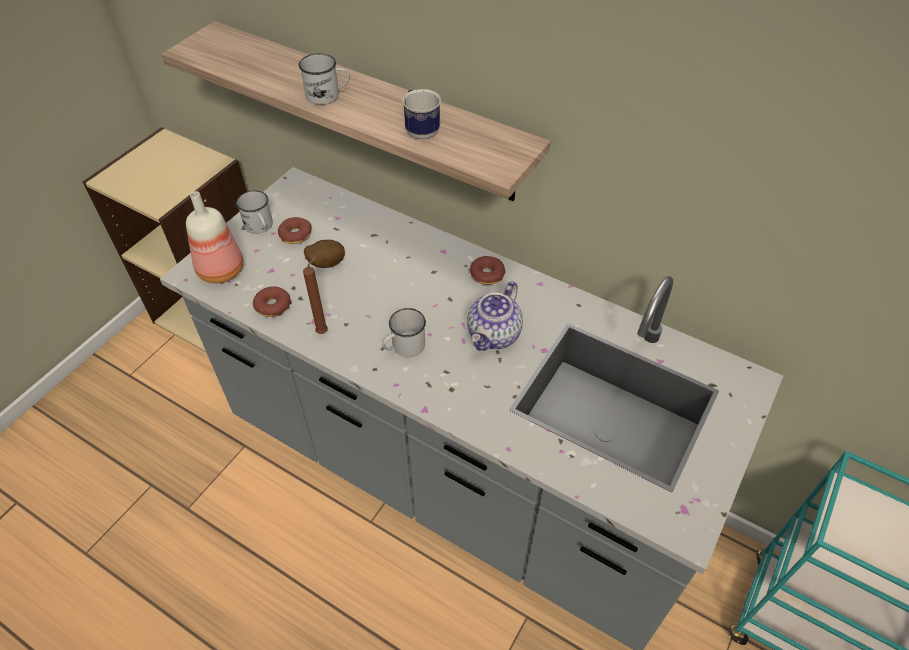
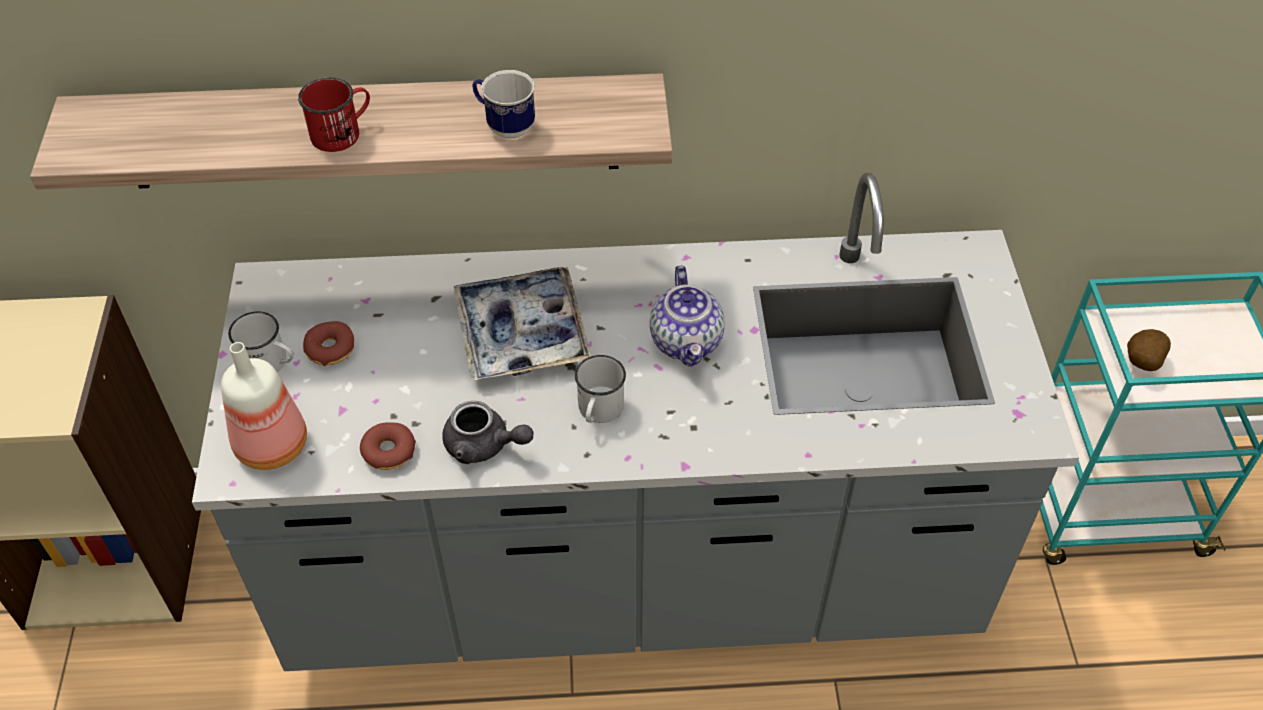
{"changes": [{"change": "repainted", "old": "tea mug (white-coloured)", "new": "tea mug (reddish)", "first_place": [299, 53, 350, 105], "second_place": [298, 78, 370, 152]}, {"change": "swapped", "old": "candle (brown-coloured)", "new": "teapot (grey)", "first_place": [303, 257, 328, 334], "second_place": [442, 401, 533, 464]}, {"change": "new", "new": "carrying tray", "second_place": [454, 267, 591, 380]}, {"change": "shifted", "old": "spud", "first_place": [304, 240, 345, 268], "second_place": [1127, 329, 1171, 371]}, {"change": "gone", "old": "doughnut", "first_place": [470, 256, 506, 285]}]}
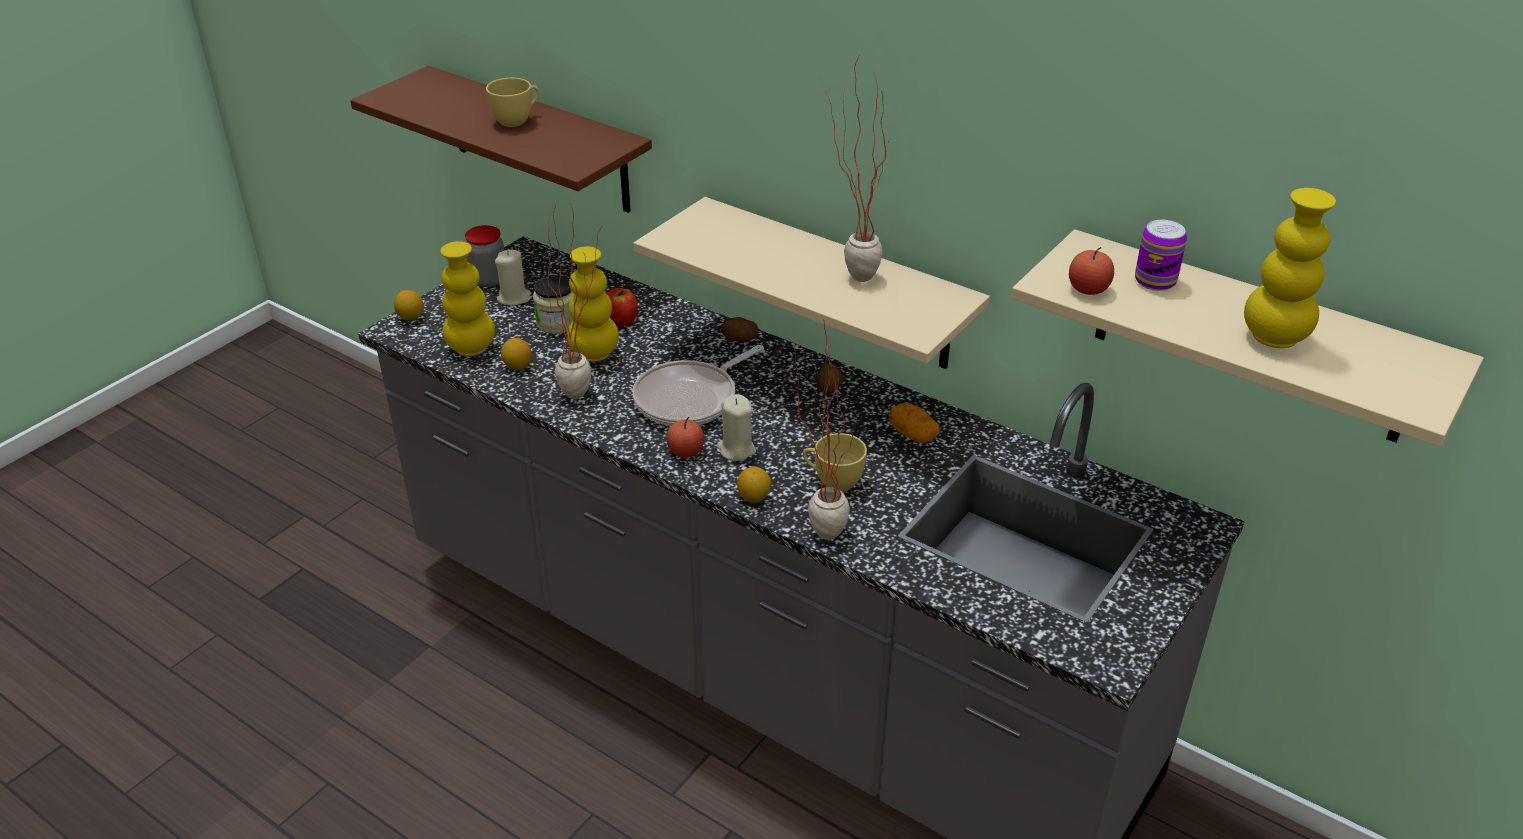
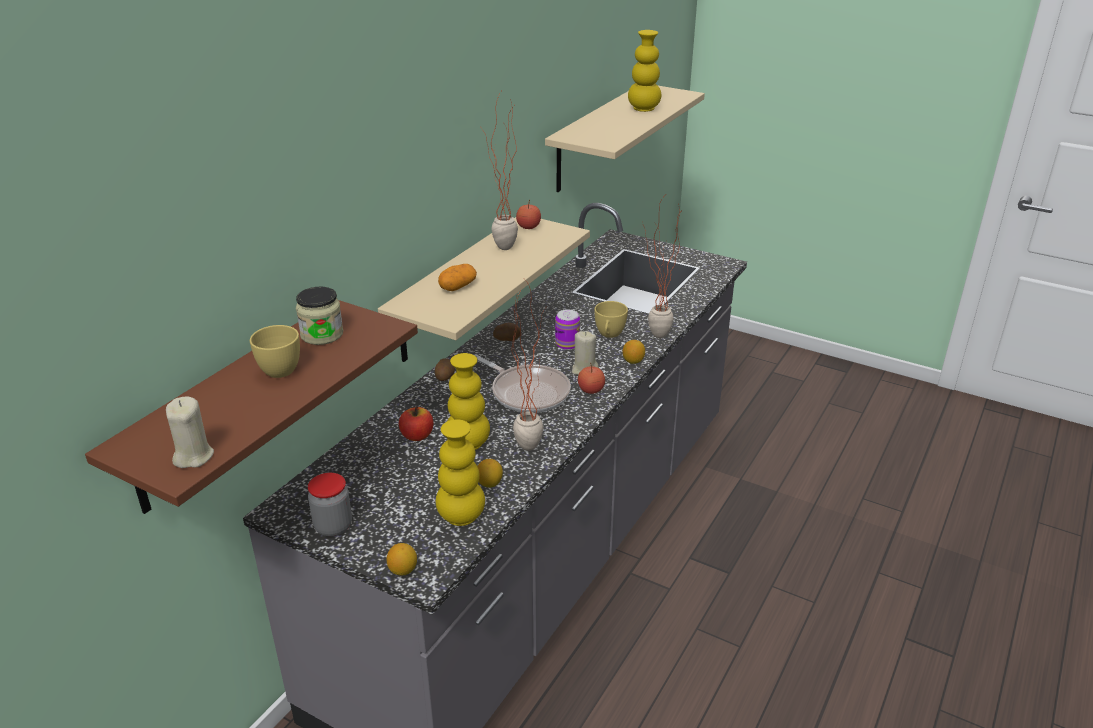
{"changes": [{"change": "shifted", "old": "candle (beige-coloured)", "first_place": [495, 250, 531, 306], "second_place": [166, 396, 214, 468]}, {"change": "shifted", "old": "preserve jar", "first_place": [533, 275, 573, 334], "second_place": [296, 287, 343, 345]}, {"change": "shifted", "old": "spud", "first_place": [889, 403, 940, 443], "second_place": [438, 264, 477, 291]}, {"change": "shifted", "old": "apple fruit", "first_place": [1069, 247, 1114, 295], "second_place": [516, 200, 541, 229]}, {"change": "shifted", "old": "can", "first_place": [1135, 220, 1187, 291], "second_place": [555, 309, 580, 350]}]}
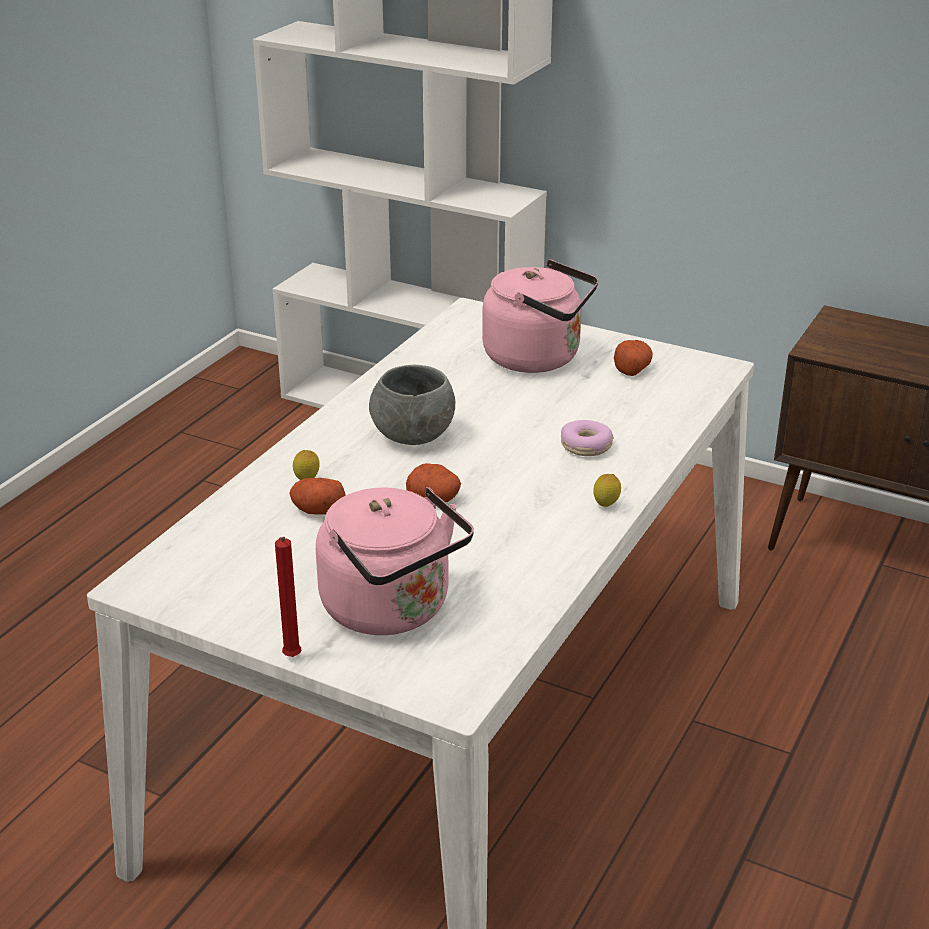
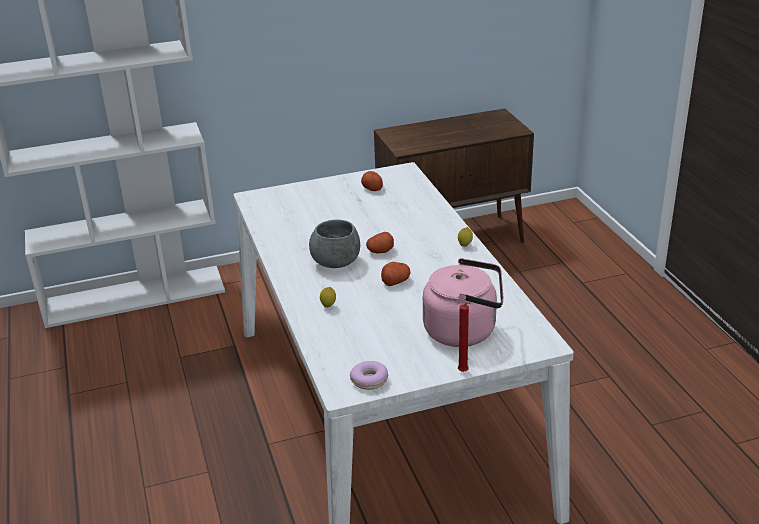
{"changes": [{"change": "shifted", "old": "doughnut", "first_place": [561, 420, 614, 456], "second_place": [350, 361, 388, 390]}, {"change": "shifted", "old": "spud", "first_place": [289, 478, 346, 515], "second_place": [366, 232, 394, 253]}, {"change": "gone", "old": "water kettle (pink)", "first_place": [482, 259, 598, 373]}]}
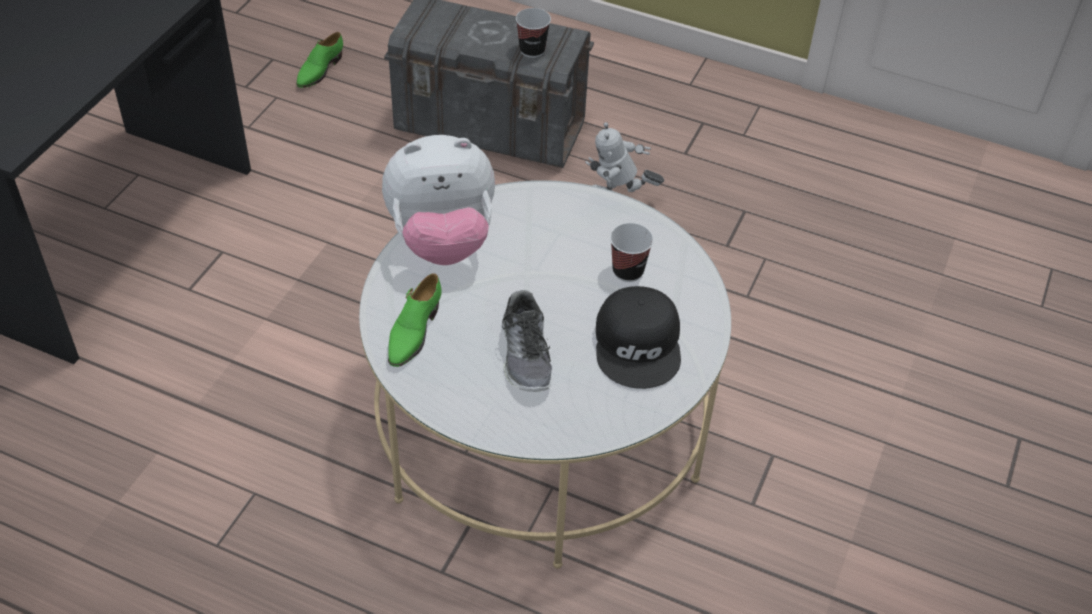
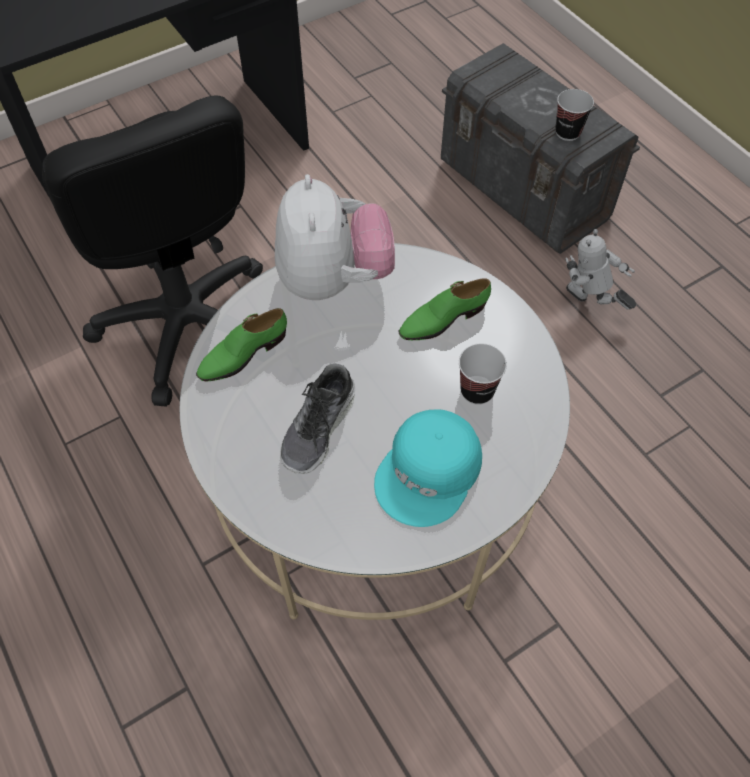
{"changes": [{"change": "new", "new": "computer chair (blackish)", "second_place": [42, 96, 263, 407]}, {"change": "rotated", "old": "plush toy", "first_place": [382, 135, 495, 265], "second_place": [275, 174, 395, 300], "degrees": -120}, {"change": "repainted", "old": "peaked cap (blackish)", "new": "peaked cap (turquoise-coloured)", "first_place": [596, 286, 681, 389], "second_place": [374, 409, 482, 527]}, {"change": "shifted", "old": "item of footwear (green)", "first_place": [296, 32, 343, 88], "second_place": [398, 278, 491, 340]}]}
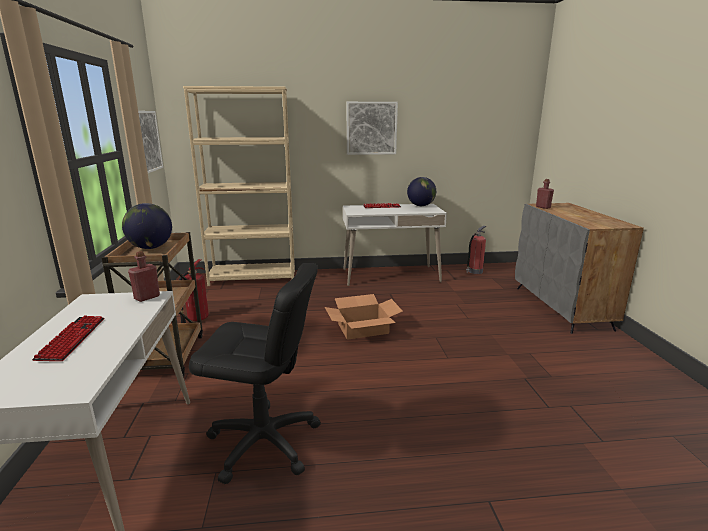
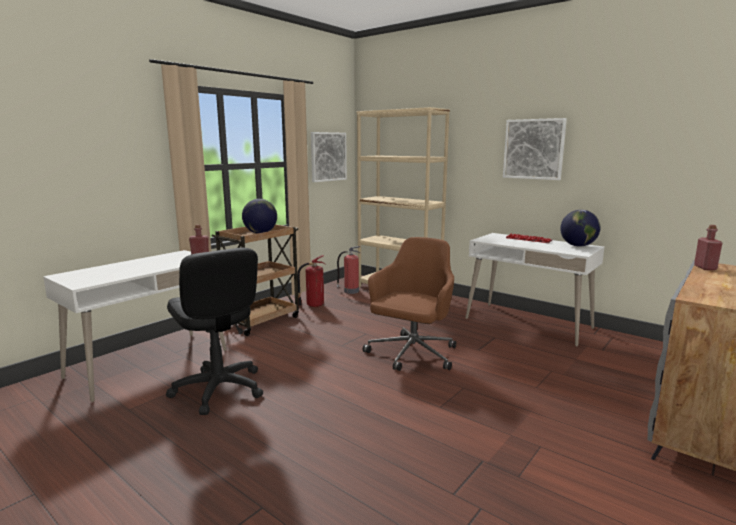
{"changes": [{"change": "shifted", "old": "extinguisher", "first_place": [466, 226, 486, 274], "second_place": [337, 246, 361, 294]}, {"change": "swapped", "old": "packing box", "new": "computer chair (brown-coloured)", "first_place": [325, 294, 403, 340], "second_place": [363, 237, 456, 371]}, {"change": "gone", "old": "PC keyboard", "first_place": [32, 315, 104, 361]}]}
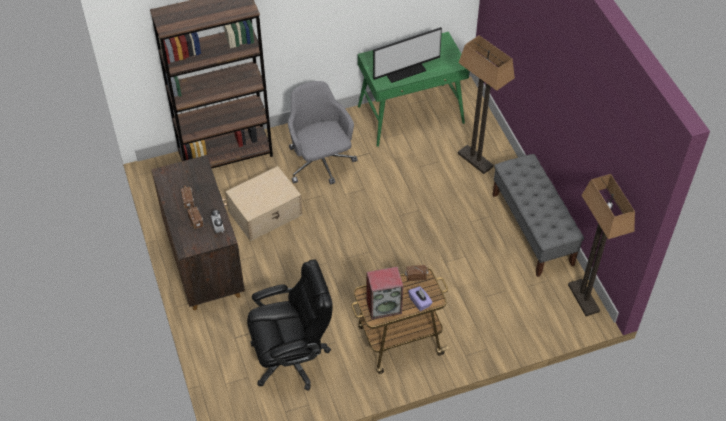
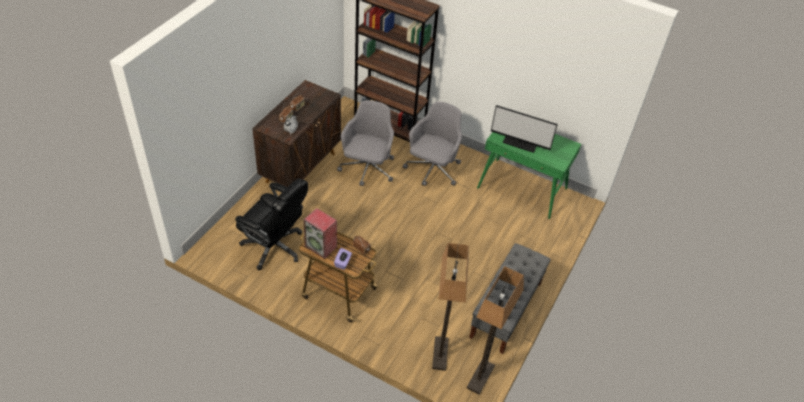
{"changes": [{"change": "swapped", "old": "storage container (beige-coloured)", "new": "computer chair (grey)", "first_place": [225, 166, 303, 241], "second_place": [337, 100, 394, 186]}, {"change": "shifted", "old": "floor lamp", "first_place": [458, 35, 515, 174], "second_place": [432, 243, 468, 371]}]}
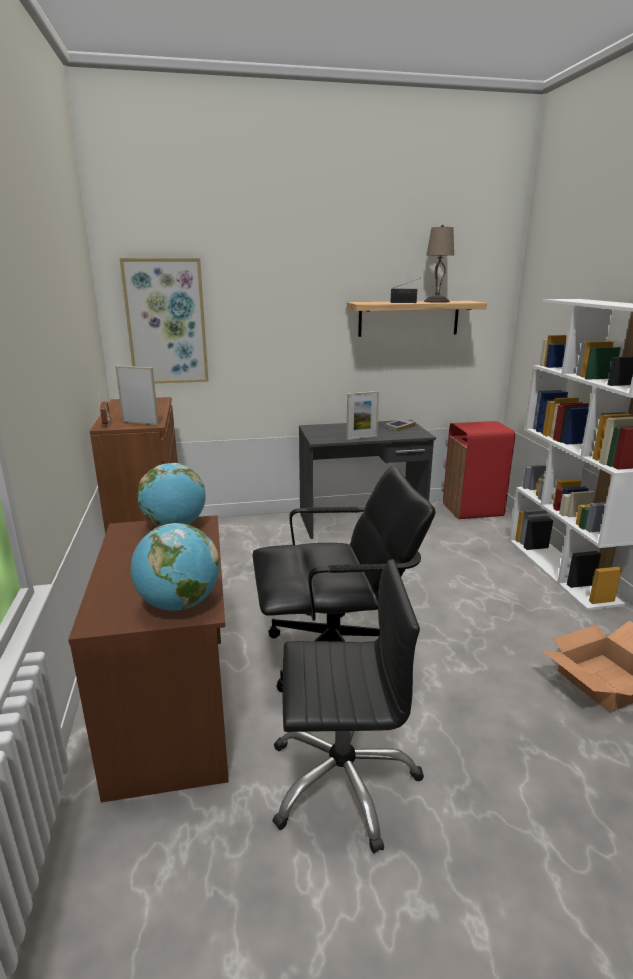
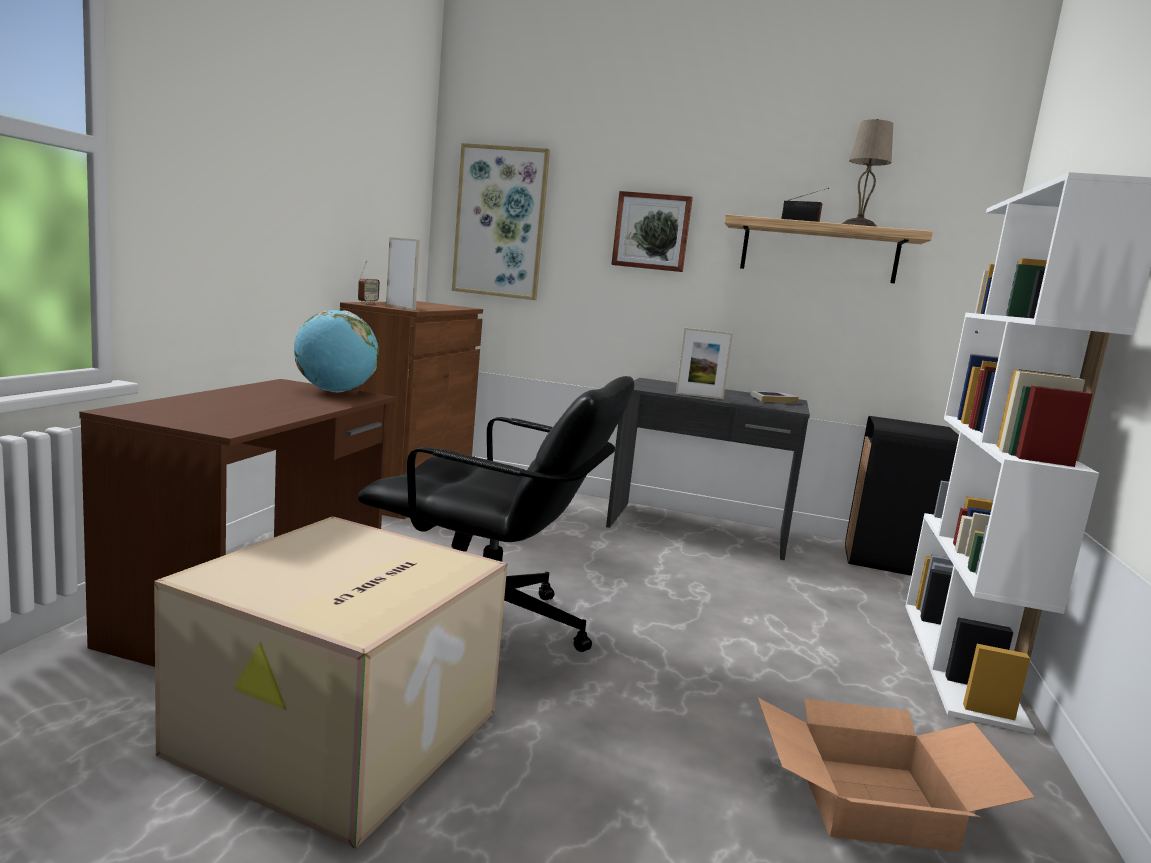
{"changes": [{"change": "swapped", "old": "computer chair (blackish)", "new": "packing box", "first_place": [272, 559, 424, 853], "second_place": [154, 516, 508, 849]}, {"change": "new", "new": "wall picture", "second_place": [611, 191, 693, 272]}, {"change": "repainted", "old": "waste bin (reddish)", "new": "waste bin (blackish)", "first_place": [443, 421, 515, 519], "second_place": [845, 416, 959, 576]}, {"change": "gone", "old": "world globe", "first_place": [131, 523, 219, 611]}]}
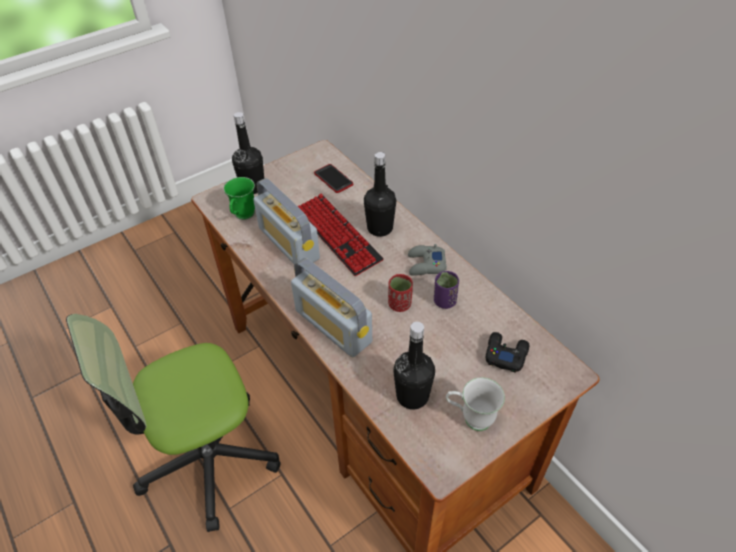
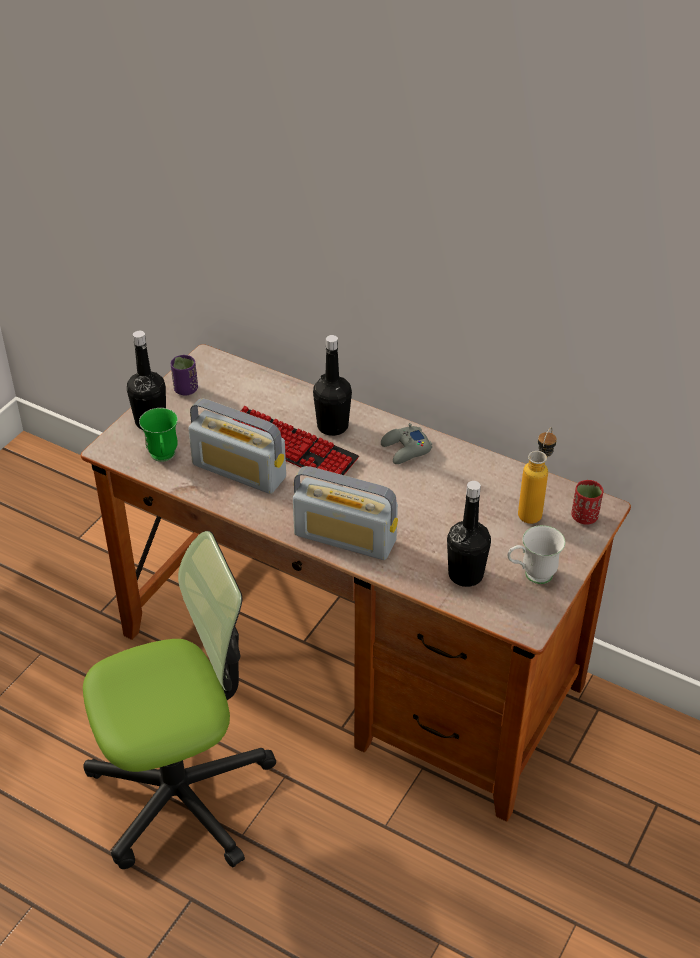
{"changes": [{"change": "rotated", "old": "computer chair", "first_place": [66, 314, 281, 532], "second_place": [83, 531, 276, 869], "degrees": -150}, {"change": "shifted", "old": "small cup (purplish)", "first_place": [434, 271, 459, 309], "second_place": [171, 355, 198, 396]}, {"change": "swapped", "old": "gamepad (blackish)", "new": "bottle", "first_place": [486, 332, 529, 373], "second_place": [518, 427, 557, 524]}, {"change": "shifted", "old": "small cup (reddish)", "first_place": [388, 274, 413, 312], "second_place": [571, 480, 603, 525]}, {"change": "gone", "old": "telephone", "first_place": [314, 164, 353, 193]}]}
